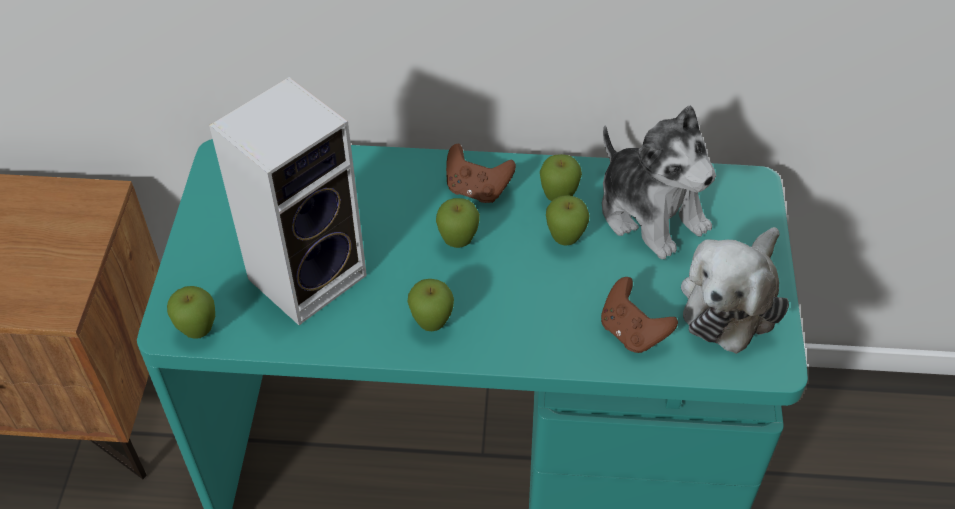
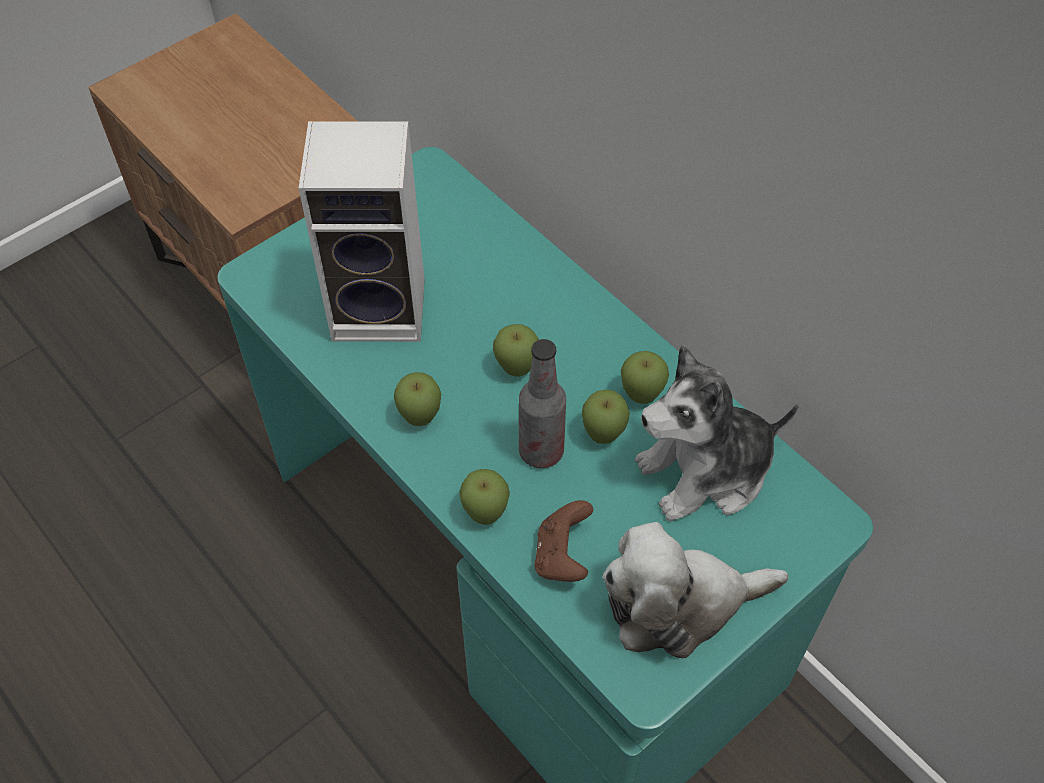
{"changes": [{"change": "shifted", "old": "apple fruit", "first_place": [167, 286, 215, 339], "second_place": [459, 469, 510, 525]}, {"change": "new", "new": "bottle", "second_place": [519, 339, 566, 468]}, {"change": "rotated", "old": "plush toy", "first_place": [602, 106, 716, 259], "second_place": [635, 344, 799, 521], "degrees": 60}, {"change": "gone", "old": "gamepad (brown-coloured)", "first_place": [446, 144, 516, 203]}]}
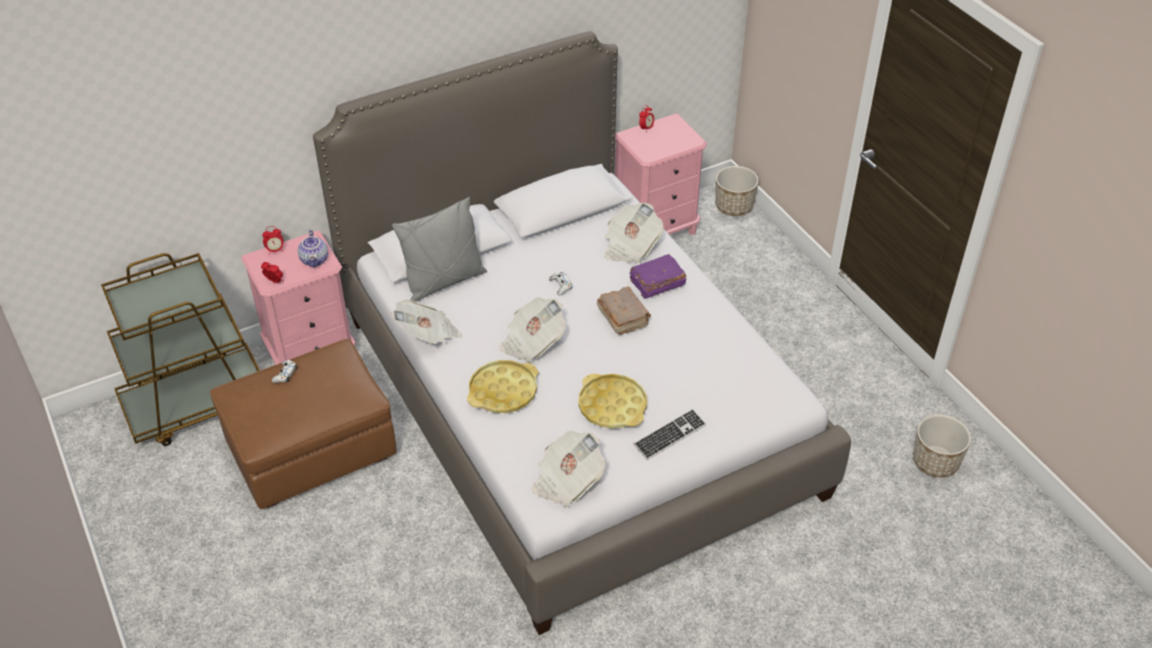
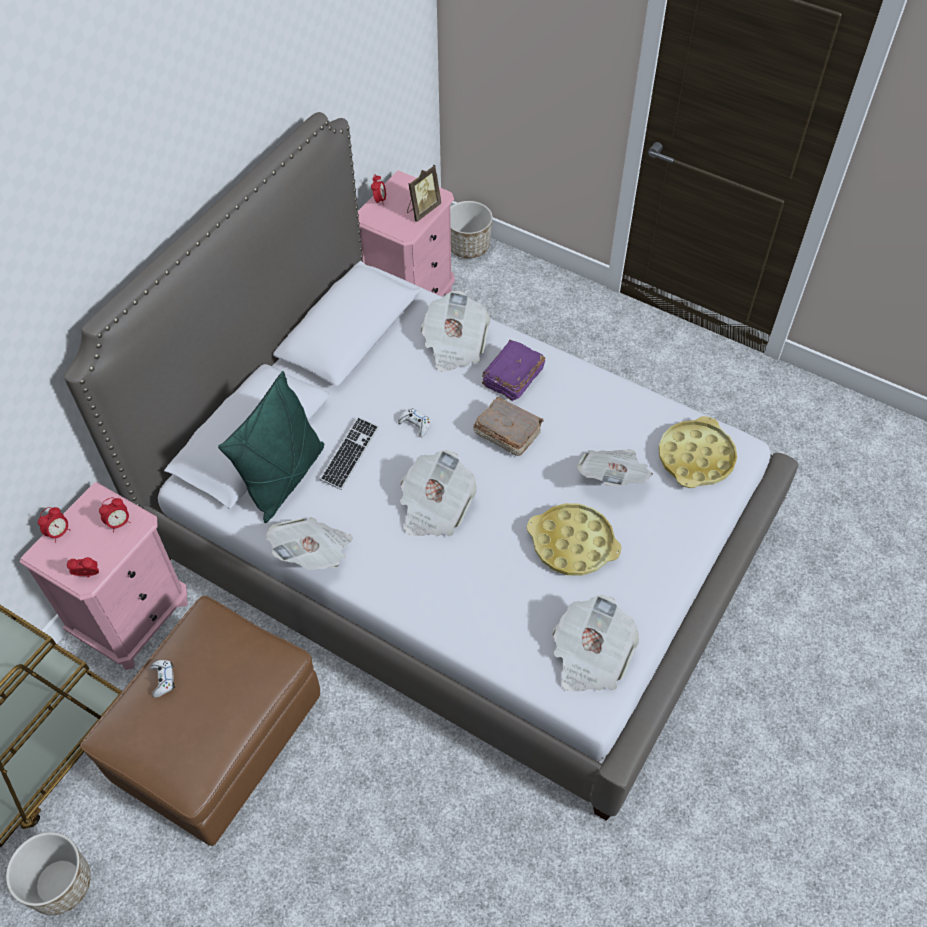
{"changes": [{"change": "shifted", "old": "flower pot", "first_place": [913, 415, 971, 477], "second_place": [6, 832, 91, 915]}, {"change": "swapped", "old": "teapot", "new": "bedside clock", "first_place": [298, 230, 328, 268], "second_place": [99, 497, 130, 532]}, {"change": "repainted", "old": "cushion (grey)", "new": "cushion (green)", "first_place": [392, 197, 487, 302], "second_place": [218, 371, 324, 523]}, {"change": "shifted", "old": "PC keyboard", "first_place": [633, 409, 706, 460], "second_place": [319, 417, 379, 490]}, {"change": "new", "new": "photo frame", "second_place": [407, 165, 441, 222]}, {"change": "new", "new": "printed paper", "second_place": [577, 449, 653, 486]}, {"change": "shifted", "old": "carrying tray (yellowish)", "first_place": [467, 360, 538, 413], "second_place": [659, 416, 737, 488]}]}
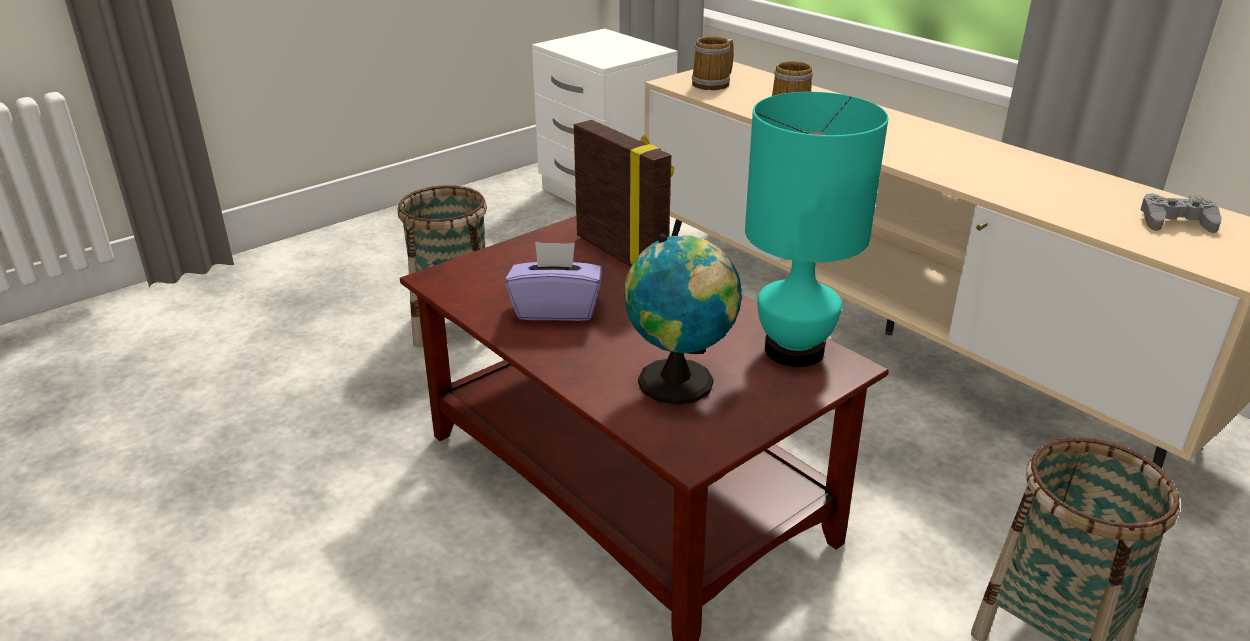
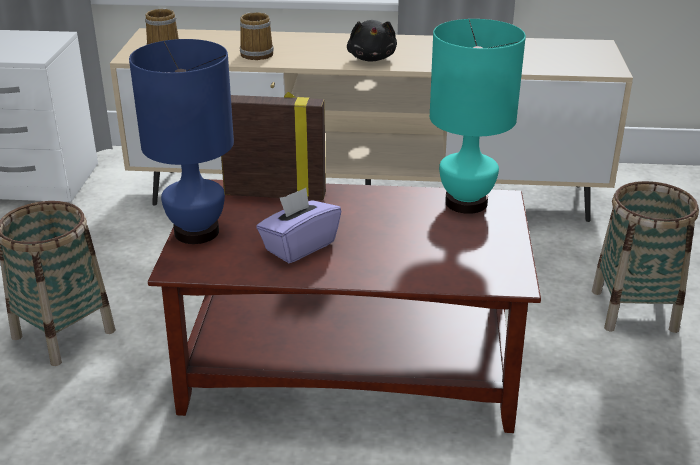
{"changes": [{"change": "new", "new": "table lamp (blue)", "second_place": [129, 39, 234, 244]}, {"change": "new", "new": "plush toy (blackish)", "second_place": [347, 20, 397, 62]}, {"change": "gone", "old": "world globe", "first_place": [624, 234, 742, 405]}, {"change": "gone", "old": "gamepad (grey)", "first_place": [1141, 194, 1222, 233]}]}
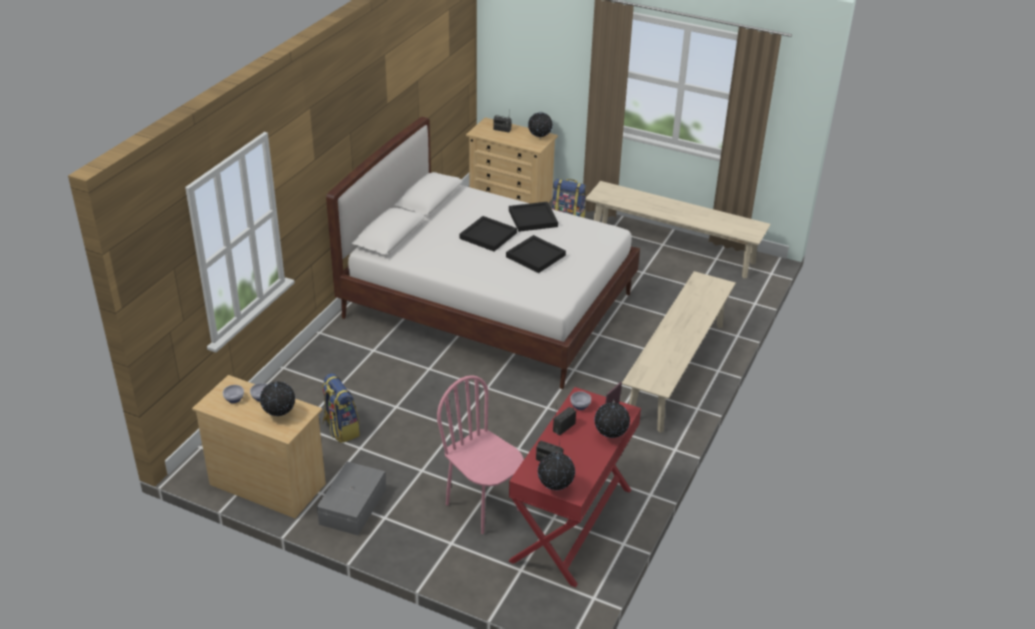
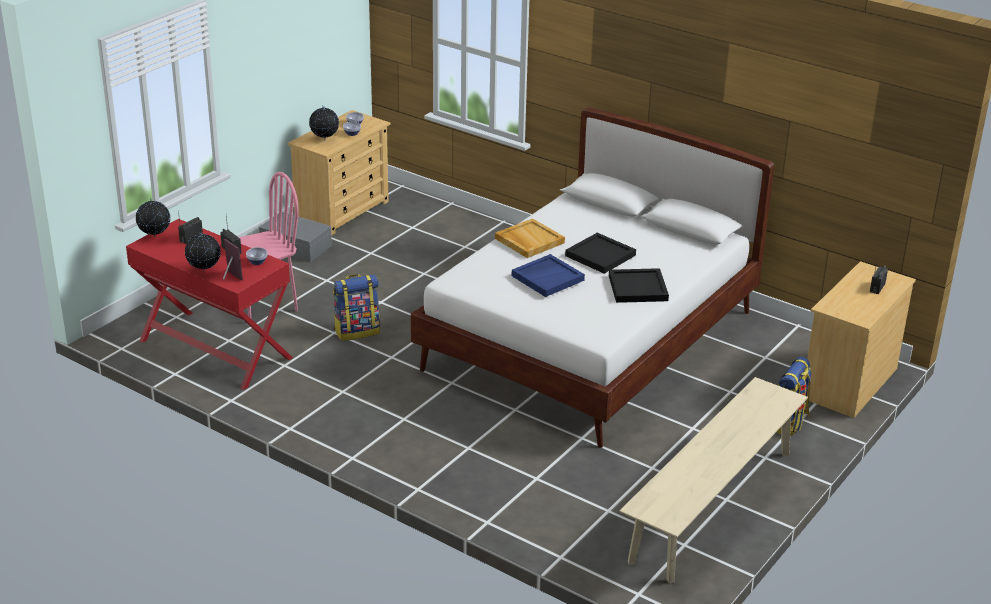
{"changes": [{"change": "shifted", "old": "backpack", "first_place": [322, 373, 360, 443], "second_place": [333, 274, 380, 341]}, {"change": "new", "new": "carrying tray (beige-coloured)", "second_place": [495, 218, 565, 258]}, {"change": "repainted", "old": "carrying tray (blackish)", "new": "carrying tray (blue)", "first_place": [506, 235, 566, 273], "second_place": [512, 254, 585, 297]}, {"change": "gone", "old": "world globe", "first_place": [528, 111, 553, 138]}, {"change": "gone", "old": "bench (beige-coloured)", "first_place": [622, 271, 736, 433]}]}
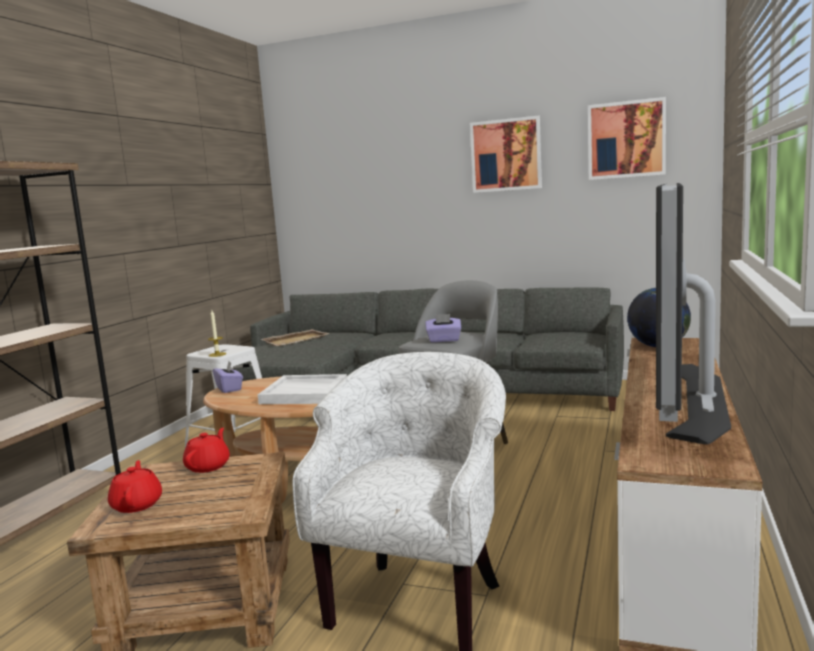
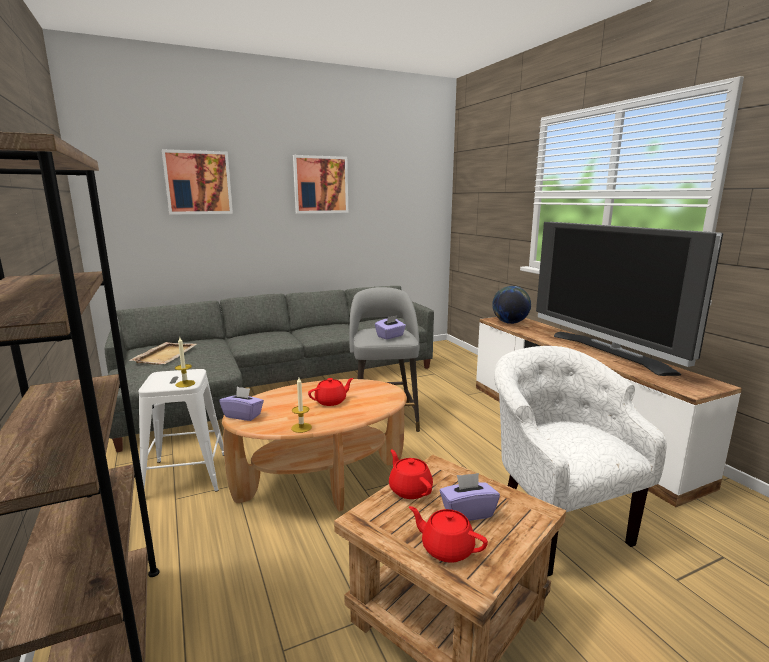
{"changes": [{"change": "shifted", "old": "wall picture", "first_place": [588, 97, 666, 180], "second_place": [162, 149, 233, 215]}, {"change": "new", "new": "candle", "second_place": [291, 378, 312, 433]}, {"change": "swapped", "old": "carrying tray (white-coloured)", "new": "teapot (reddish)", "first_place": [258, 374, 347, 404], "second_place": [308, 378, 354, 406]}, {"change": "new", "new": "box of tissues (purplish)", "second_place": [440, 473, 500, 521]}]}
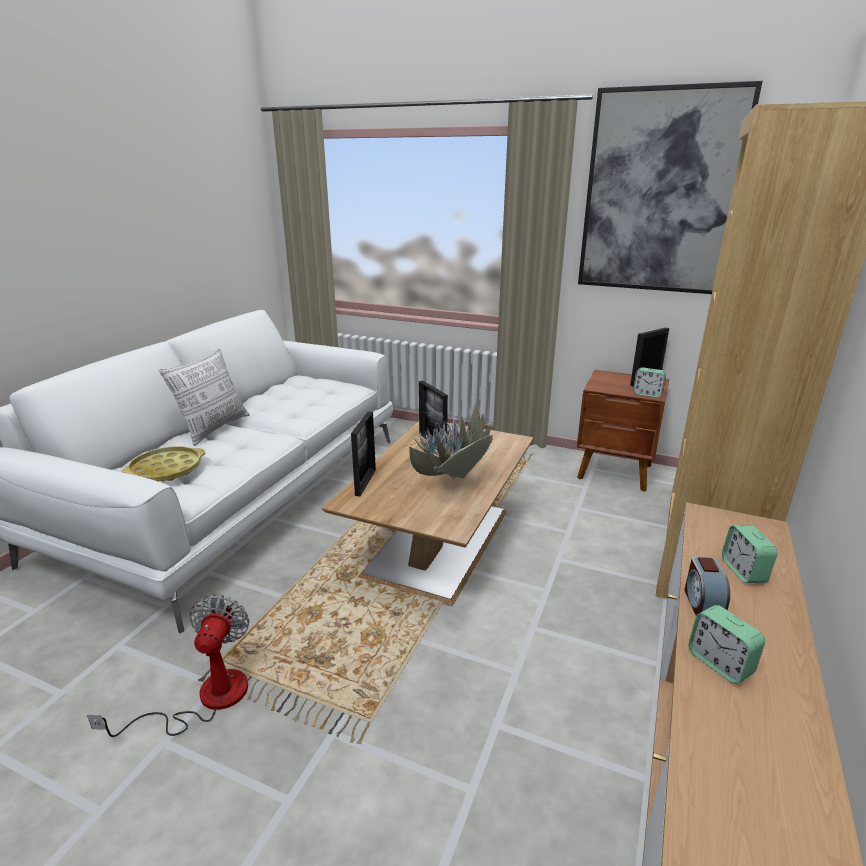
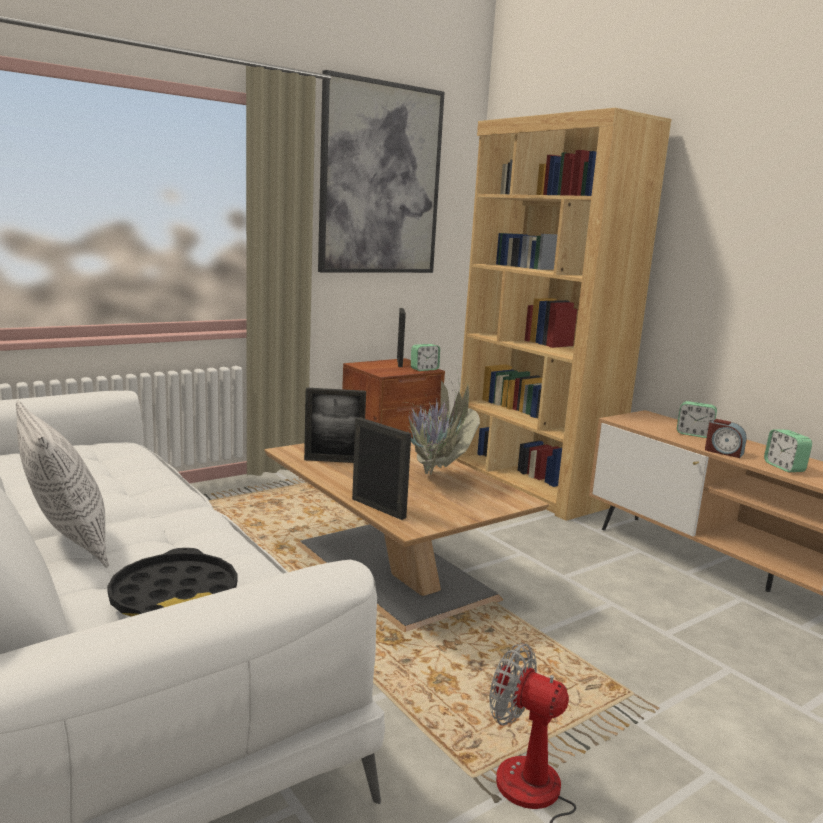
{"changes": [{"change": "repainted", "old": "carrying tray (yellowish)", "new": "carrying tray (blackish)", "first_place": [121, 446, 205, 482], "second_place": [107, 548, 238, 617]}, {"change": "rotated", "old": "bedside clock", "first_place": [689, 605, 765, 684], "second_place": [764, 429, 812, 472], "degrees": 75}]}
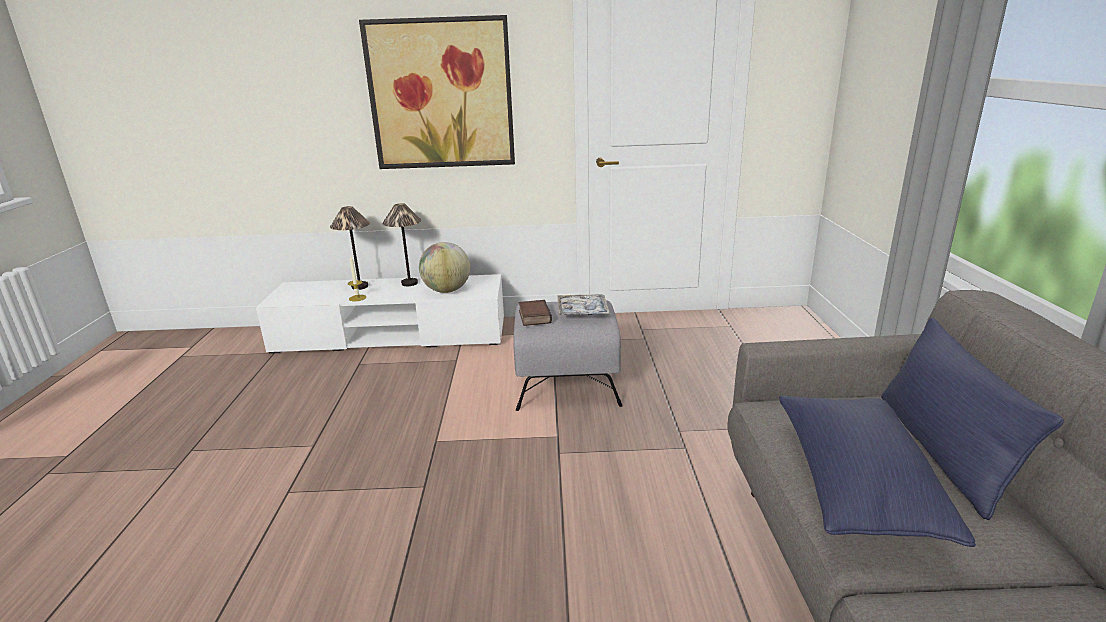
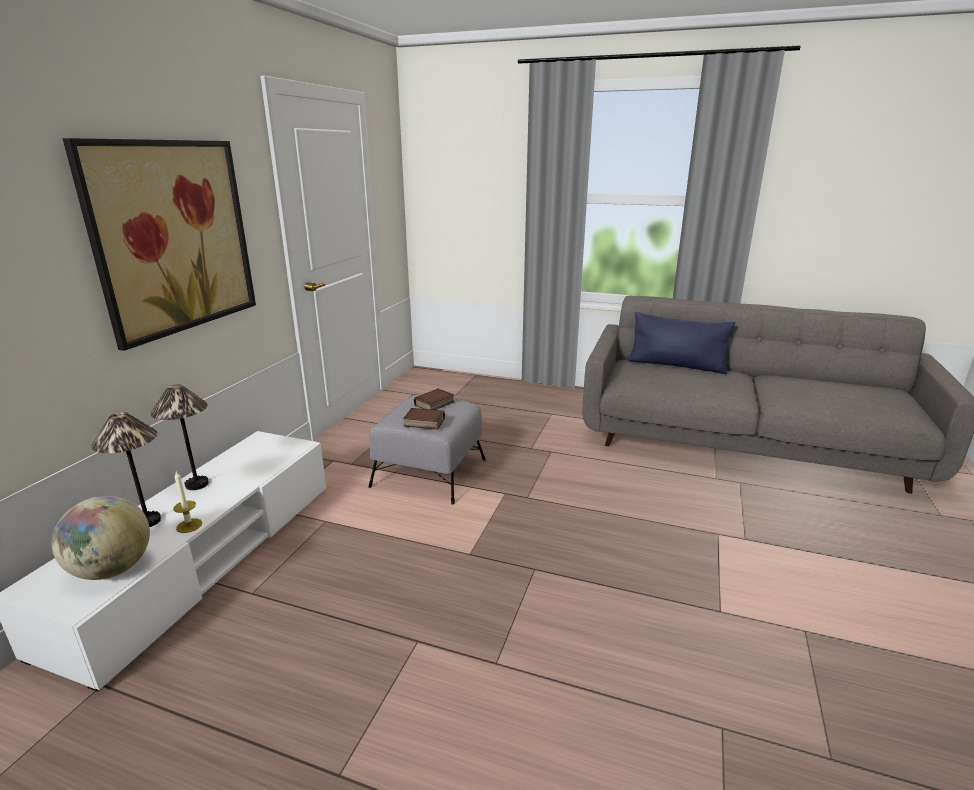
{"changes": [{"change": "shifted", "old": "world globe", "first_place": [419, 242, 470, 293], "second_place": [52, 496, 150, 580]}, {"change": "swapped", "old": "carrying tray", "new": "volume", "first_place": [557, 294, 610, 315], "second_place": [414, 389, 454, 410]}, {"change": "gone", "old": "cushion (blue)", "first_place": [779, 396, 976, 547]}]}
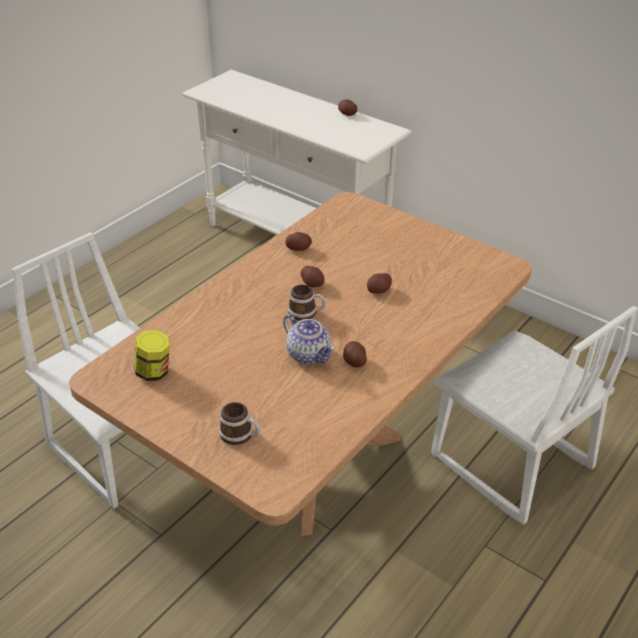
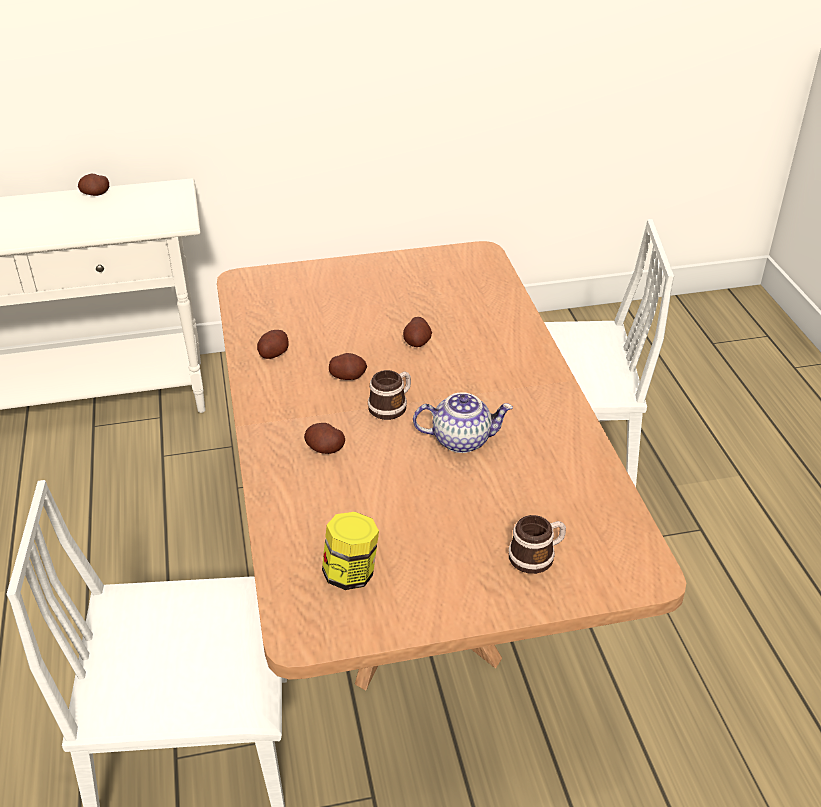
{"changes": [{"change": "shifted", "old": "spud", "first_place": [343, 341, 367, 368], "second_place": [304, 423, 345, 454]}]}
